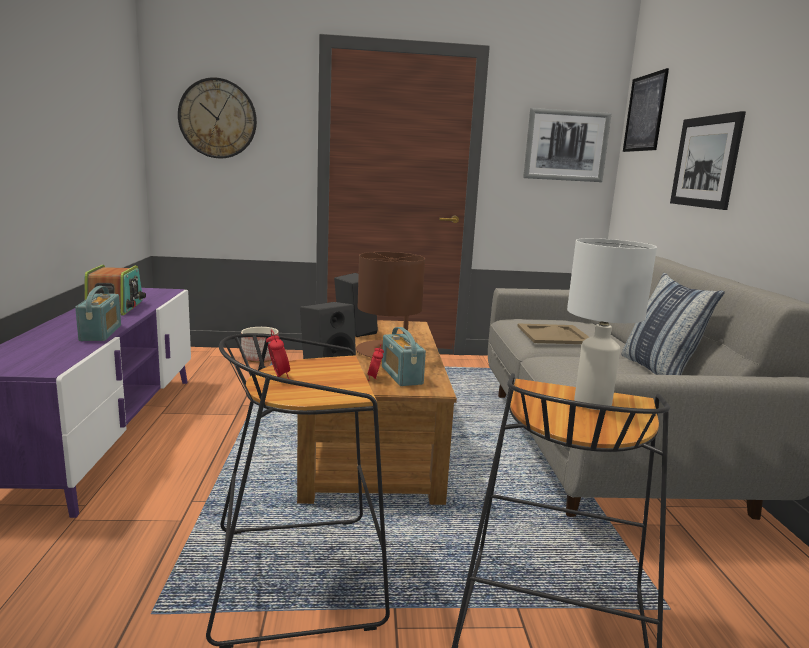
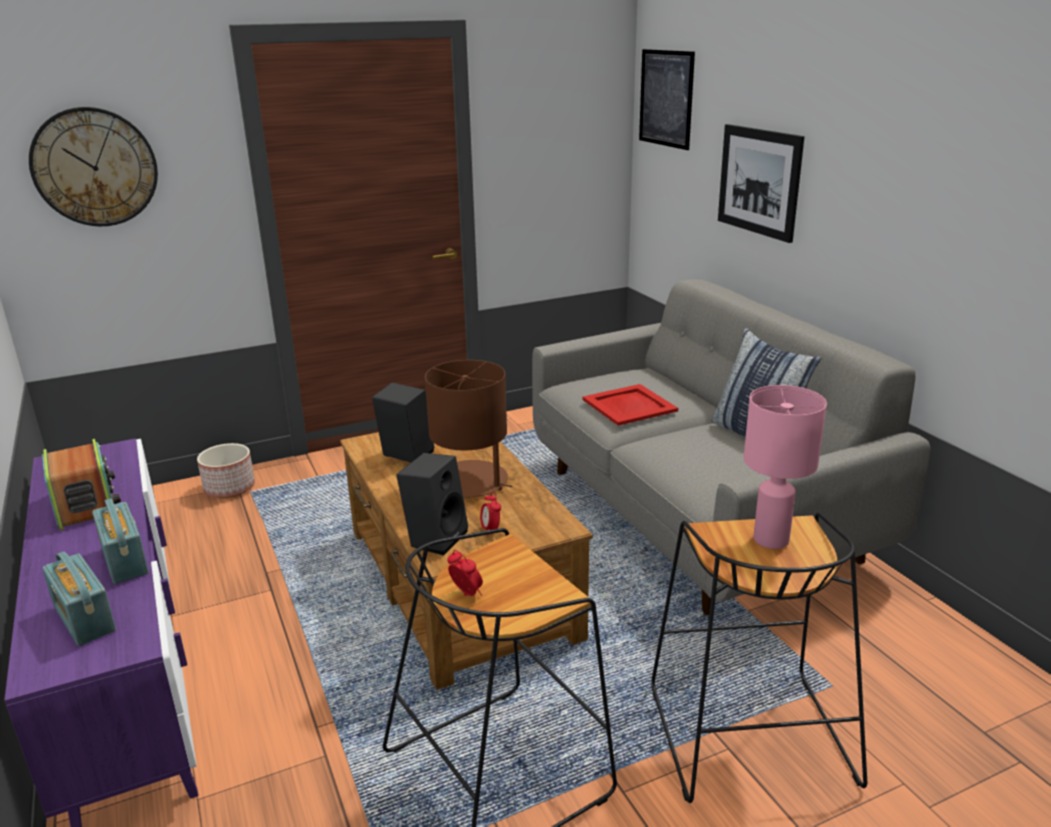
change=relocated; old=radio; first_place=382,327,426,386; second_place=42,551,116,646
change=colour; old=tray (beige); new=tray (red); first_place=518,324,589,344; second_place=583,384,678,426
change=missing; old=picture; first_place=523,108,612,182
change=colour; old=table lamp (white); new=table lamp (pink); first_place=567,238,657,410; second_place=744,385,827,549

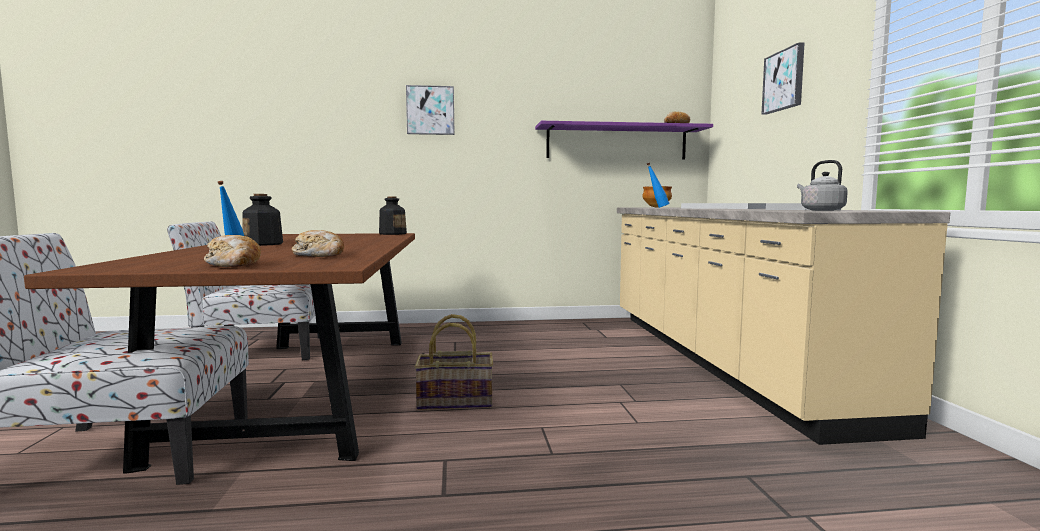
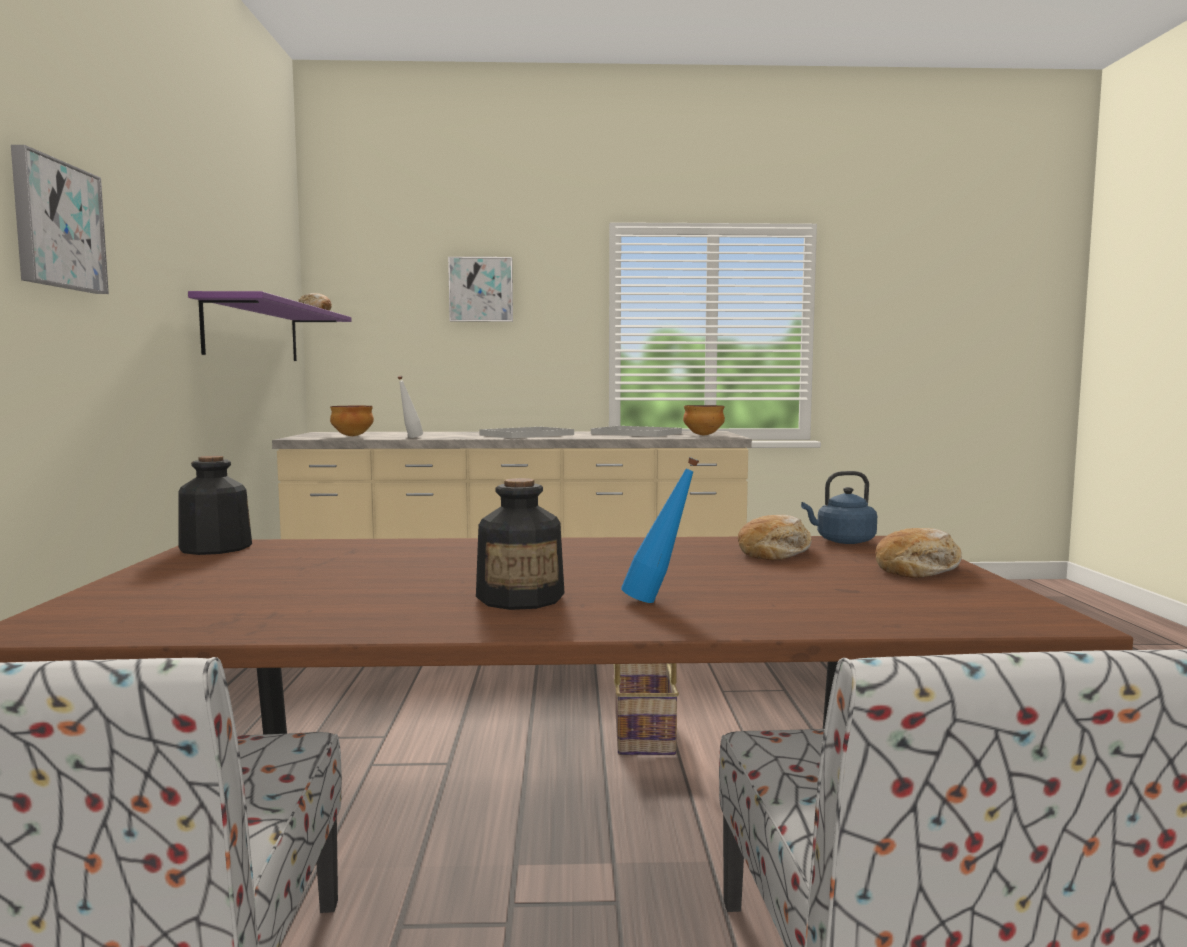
change=colour; old=bottle (blue); new=bottle (white); first_place=647,163,670,208; second_place=398,376,423,438
change=exchanged; old=kettle (grey); new=bowl; first_place=797,160,848,211; second_place=683,405,725,435
change=appeared; new=kettle (blue); second_place=801,471,877,544

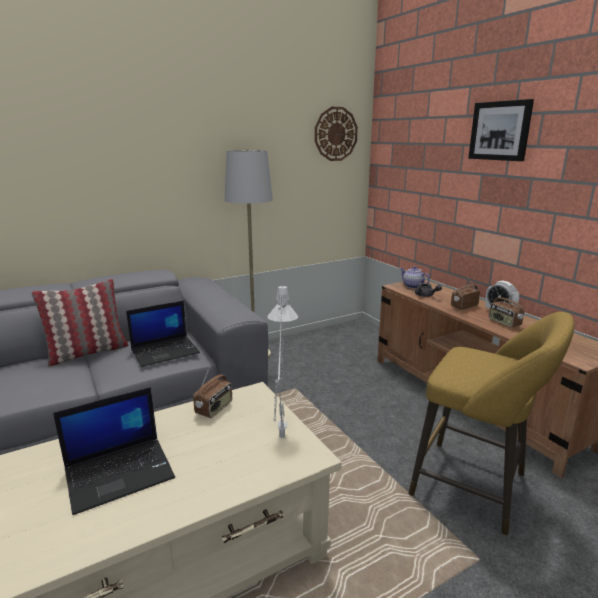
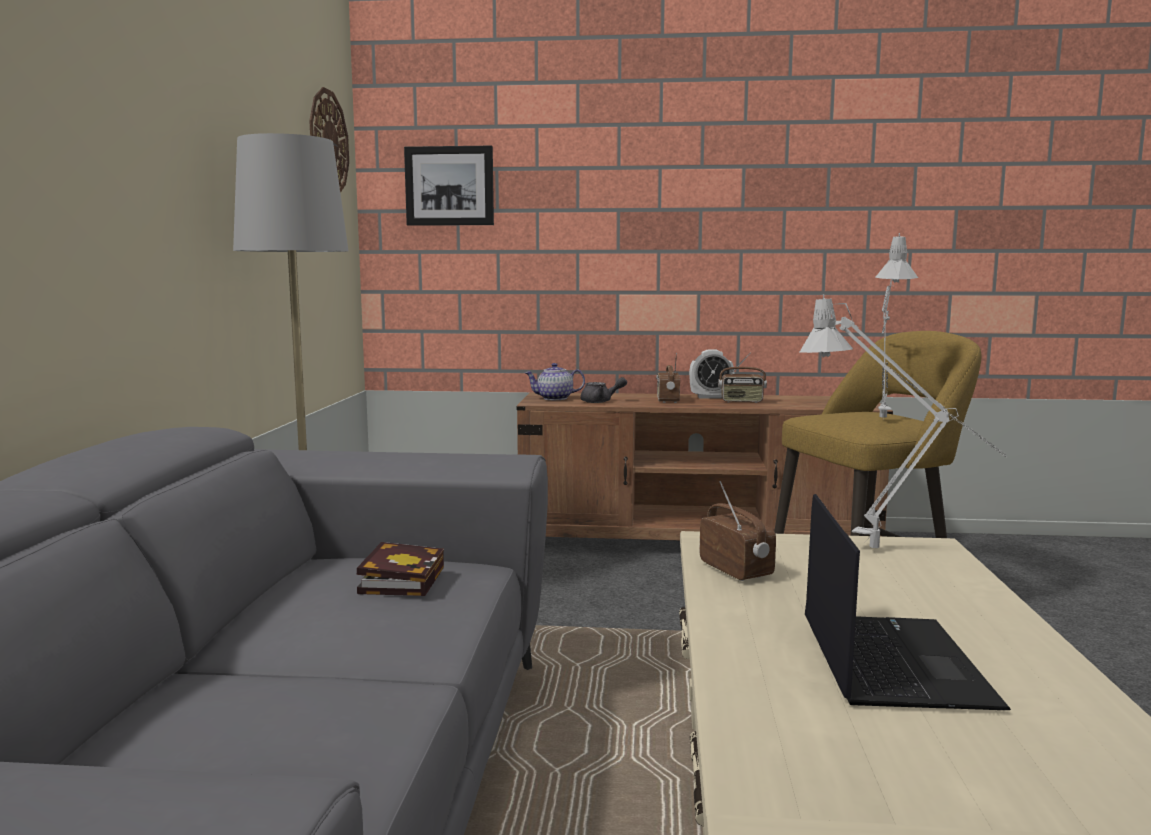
change=missing; old=pillow; first_place=31,279,129,367
change=exchanged; old=laptop; new=book; first_place=126,301,200,367; second_place=357,542,444,596
change=relocated; old=picture; first_place=468,99,534,161; second_place=404,146,494,226
change=appeared; new=table lamp (grey); second_place=875,233,918,418

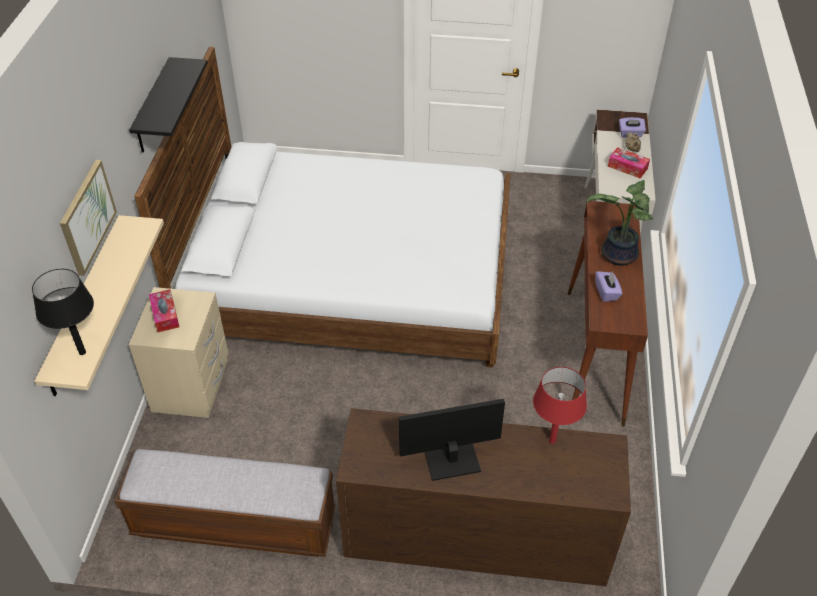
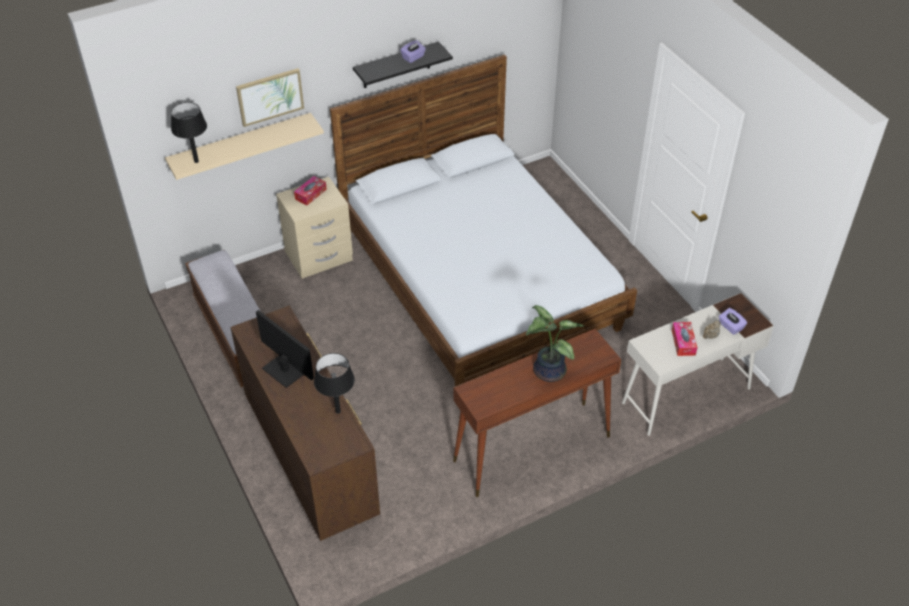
change=colour; old=table lamp (red); new=table lamp (black); first_place=533,367,587,444; second_place=314,353,355,414
change=relocated; old=tissue box (purple); first_place=595,271,622,302; second_place=400,41,426,63

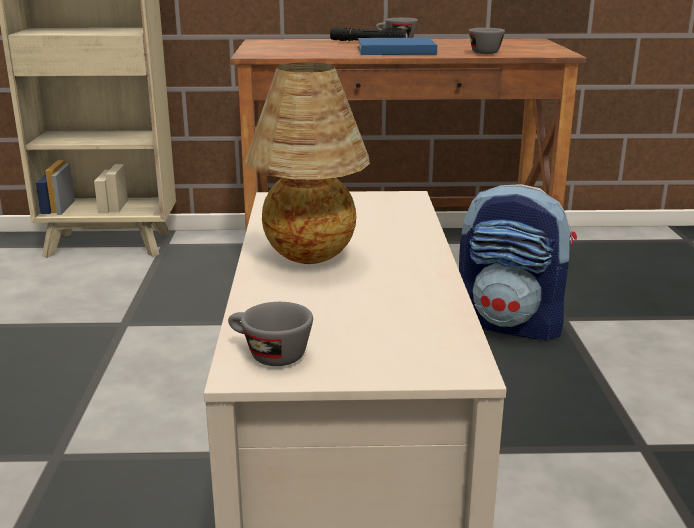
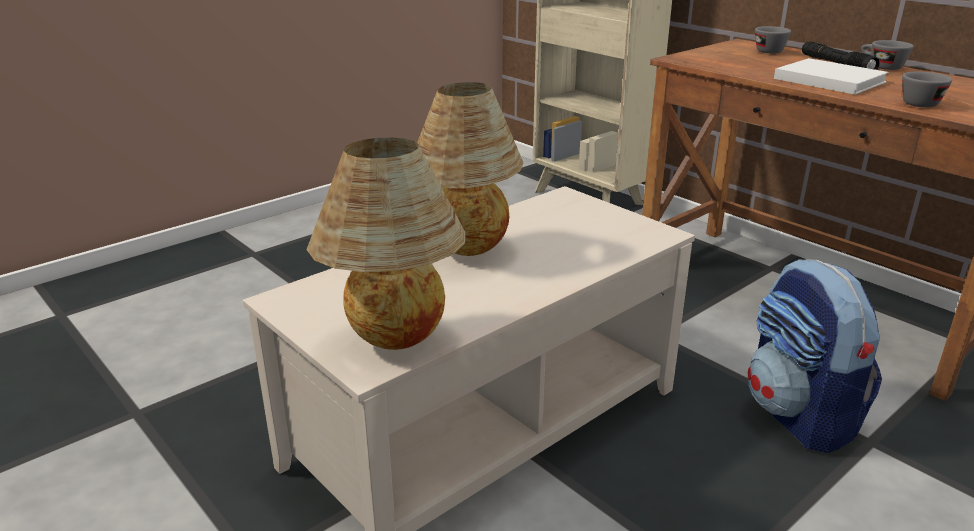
change=relocated; old=cup (grey); first_place=228,302,313,366; second_place=755,26,791,53
change=colour; old=book (blue); new=book (white); first_place=358,38,437,55; second_place=774,58,889,95
change=appeared; new=table lamp; second_place=306,137,465,350

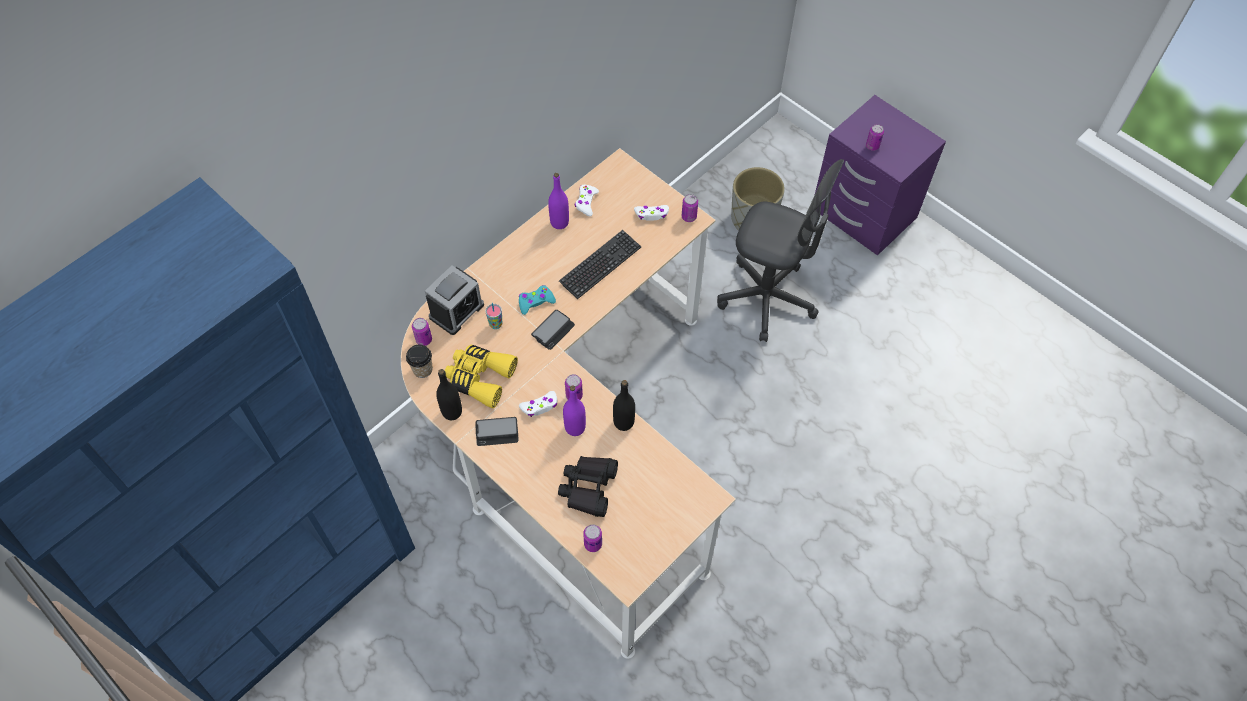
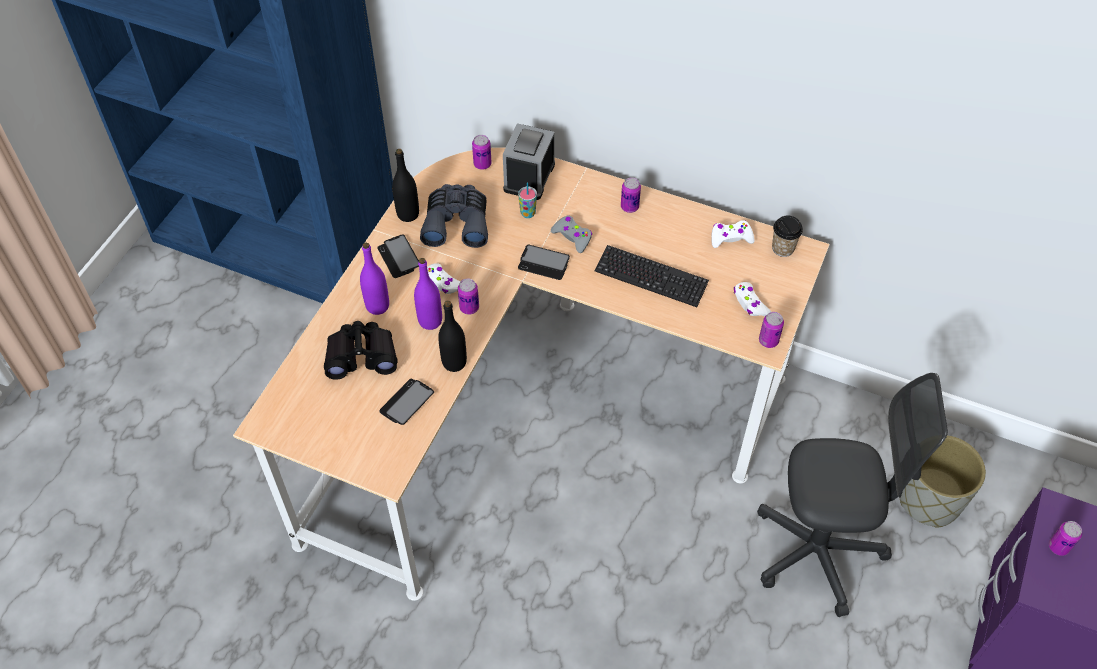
change=relocated; old=cup; first_place=406,345,433,378; second_place=772,216,803,257
change=spun; old=alarm clock; first_place=425,265,484,335; second_place=503,123,555,200; degrees=90
change=colour; old=binoculars (yellow); new=binoculars (grey); first_place=445,345,518,408; second_place=420,184,488,248
change=colour; old=game controller (turquoise); new=game controller (grey); first_place=519,285,556,315; second_place=551,215,592,253
change=relocated; old=bottle (purple); first_place=548,173,569,229; second_place=360,243,389,315
change=relocated; old=can; first_place=583,524,602,552; second_place=621,177,641,213
change=spun; old=office chair (grey); first_place=717,159,844,342; second_place=757,373,948,617; degrees=-90
change=appeared; new=phone; second_place=379,379,434,425

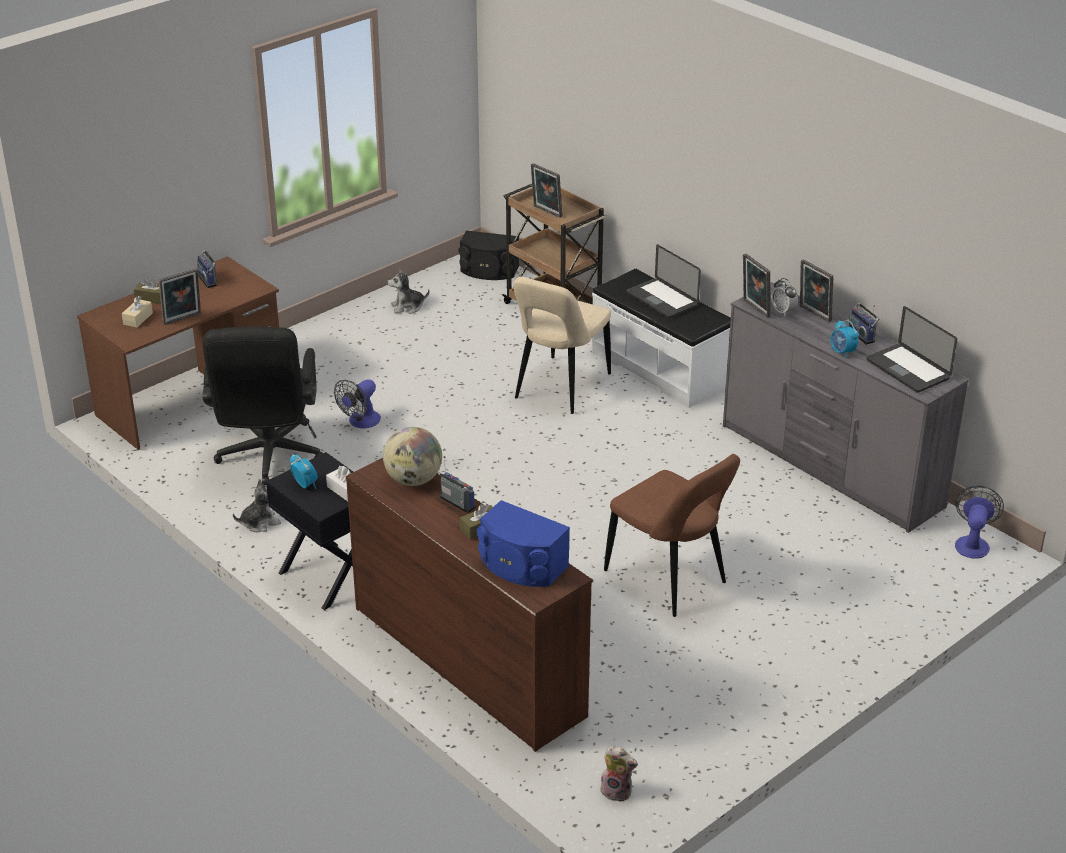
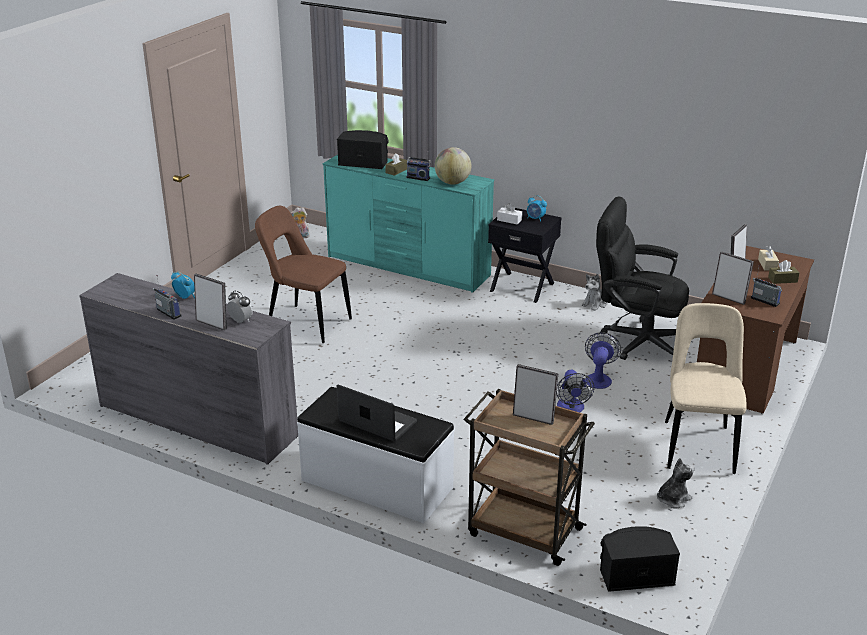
change=spun; old=office chair (black); first_place=202,326,323,485; second_place=596,197,689,360; degrees=-45
change=colour; old=dresser (brown); new=dresser (turquoise); first_place=346,458,593,751; second_place=323,155,494,293
change=colour; old=speaker (blue); new=speaker (black); first_place=477,500,570,587; second_place=337,130,388,169
change=relocated; old=chair (beige); first_place=513,277,611,414; second_place=665,303,747,474
change=relocated; old=picture frame; first_place=743,253,771,318; second_place=712,251,754,305
change=missing; old=laptop; first_place=867,306,957,393
change=relocated; old=fan; first_place=955,486,1004,559; second_place=557,370,594,412

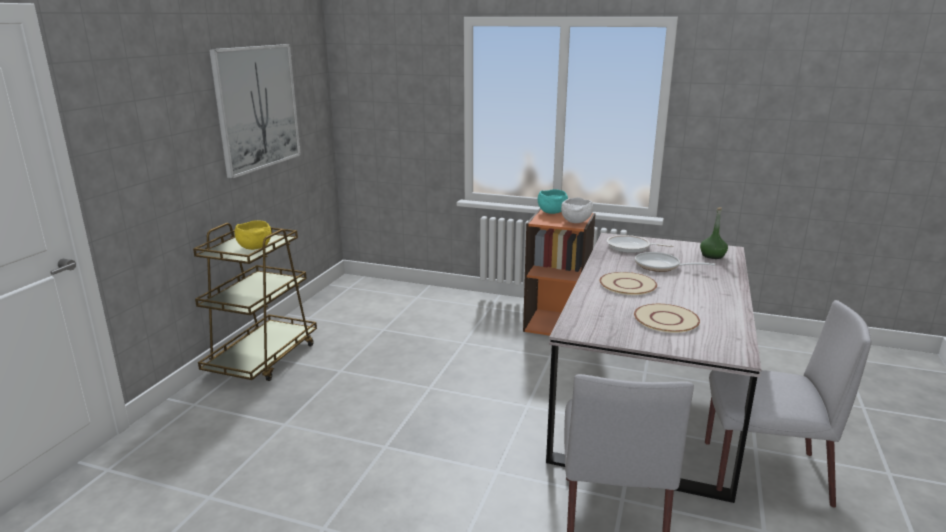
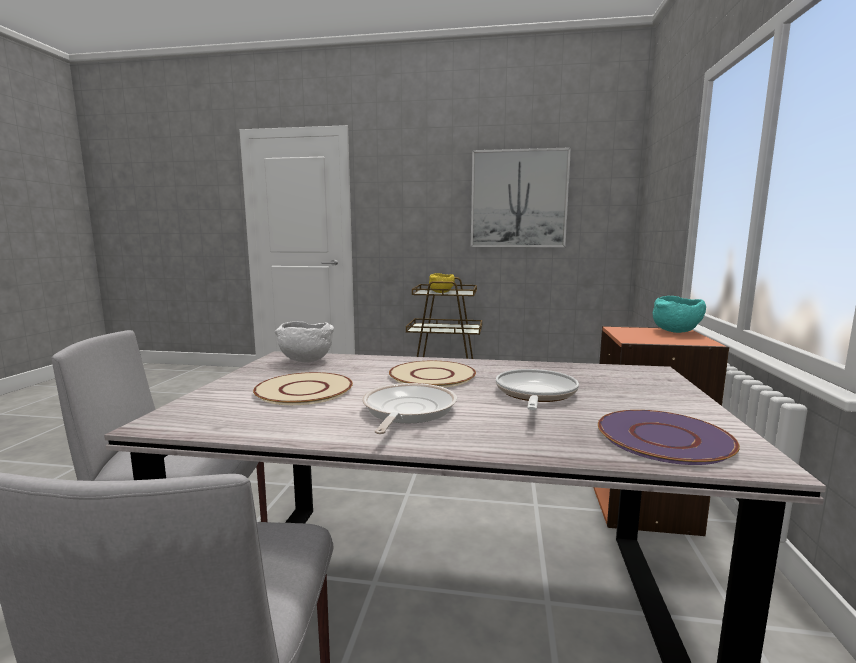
change=relocated; old=bowl (white); first_place=561,197,593,223; second_place=275,321,334,363
change=relocated; old=frying pan; first_place=607,235,673,253; second_place=362,383,457,434
change=exchanged; old=bottle (green); new=plate (purple); first_place=700,207,728,259; second_place=598,410,740,465

